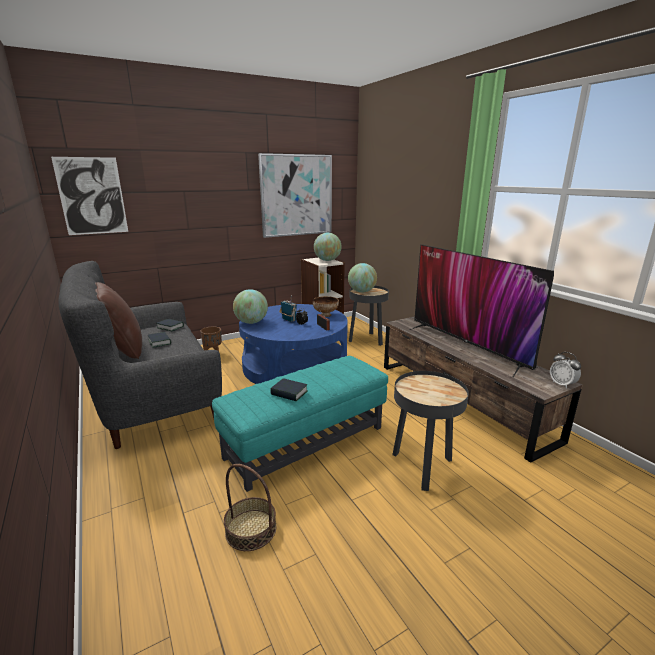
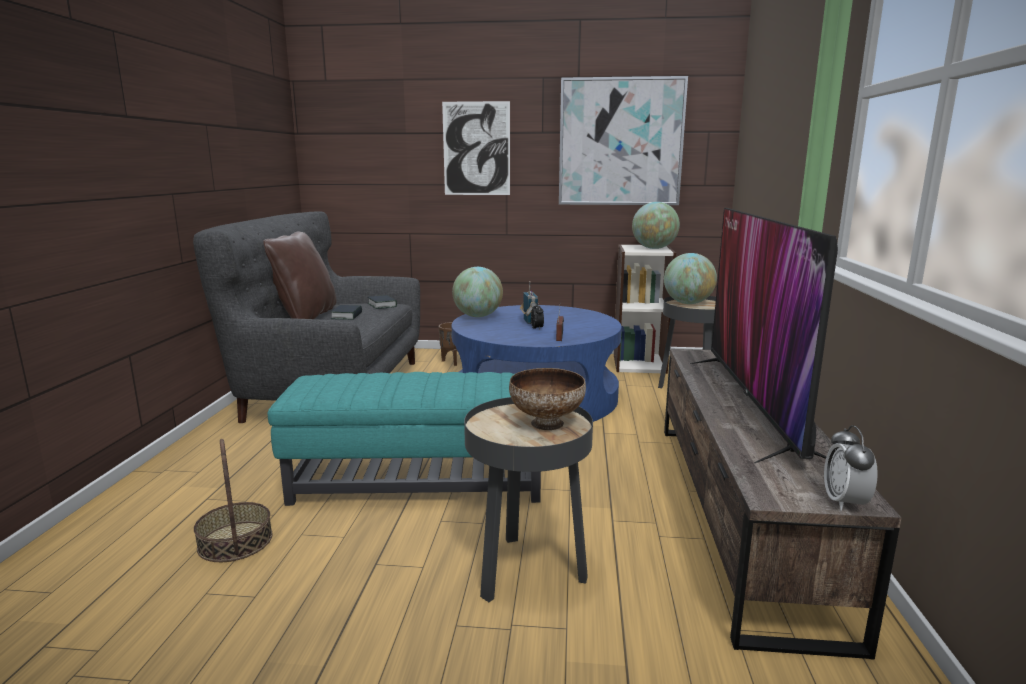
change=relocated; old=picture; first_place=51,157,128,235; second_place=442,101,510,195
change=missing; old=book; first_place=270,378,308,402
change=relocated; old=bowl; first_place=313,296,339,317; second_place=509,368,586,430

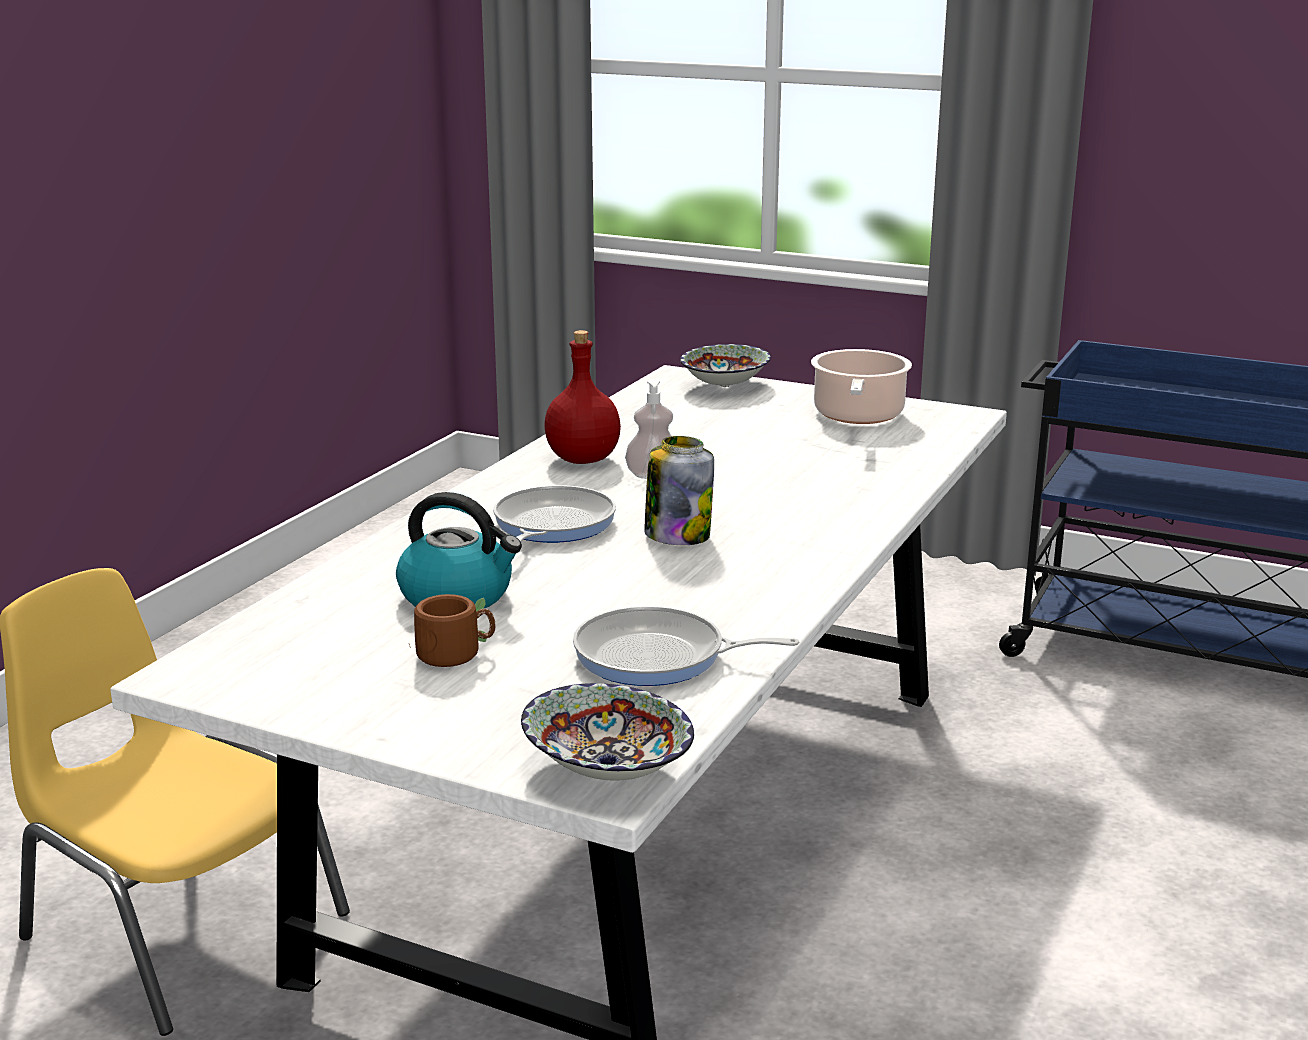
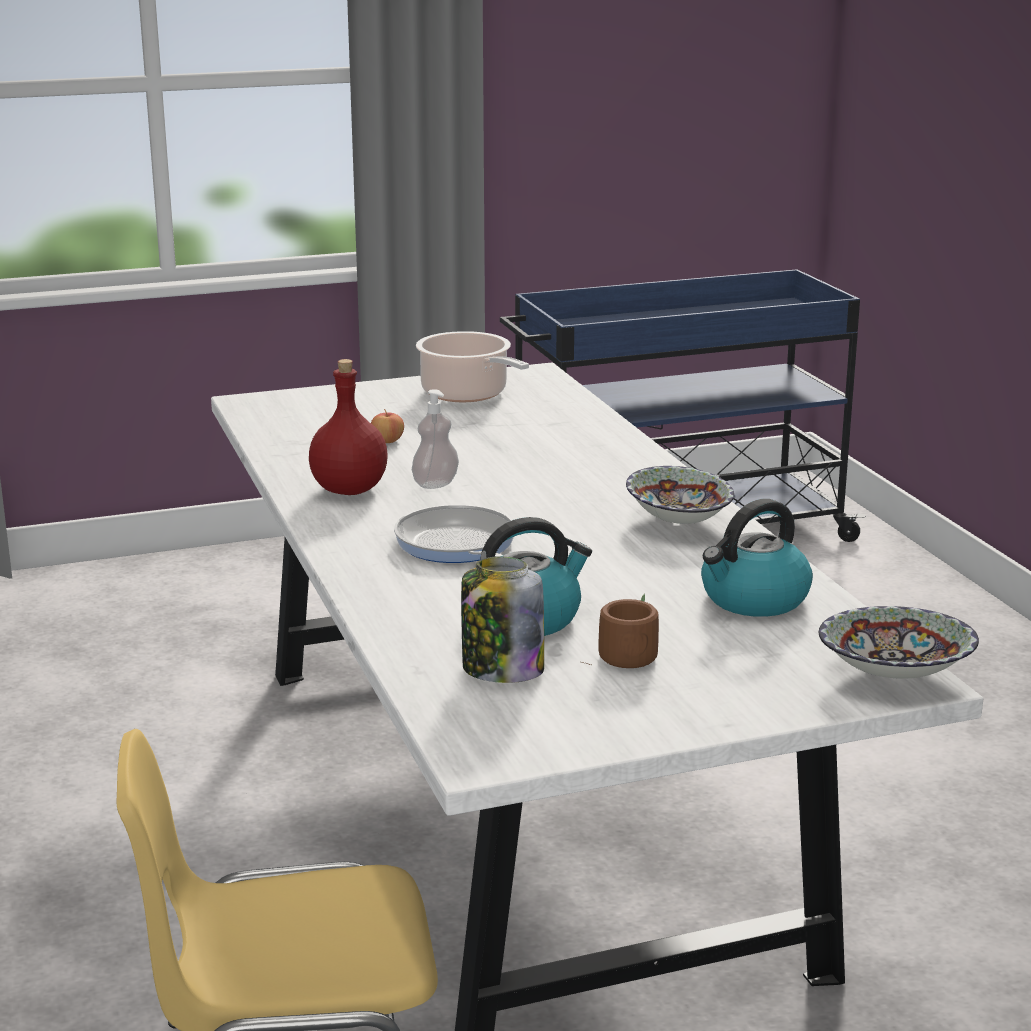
change=exchanged; old=frying pan; new=kettle; first_place=573,606,800,686; second_place=701,499,813,617
change=relocated; old=jar; first_place=644,436,714,545; second_place=461,557,544,683
change=relocated; old=bowl; first_place=680,344,771,387; second_place=626,466,734,524
change=appeared; new=apple; second_place=371,409,404,443

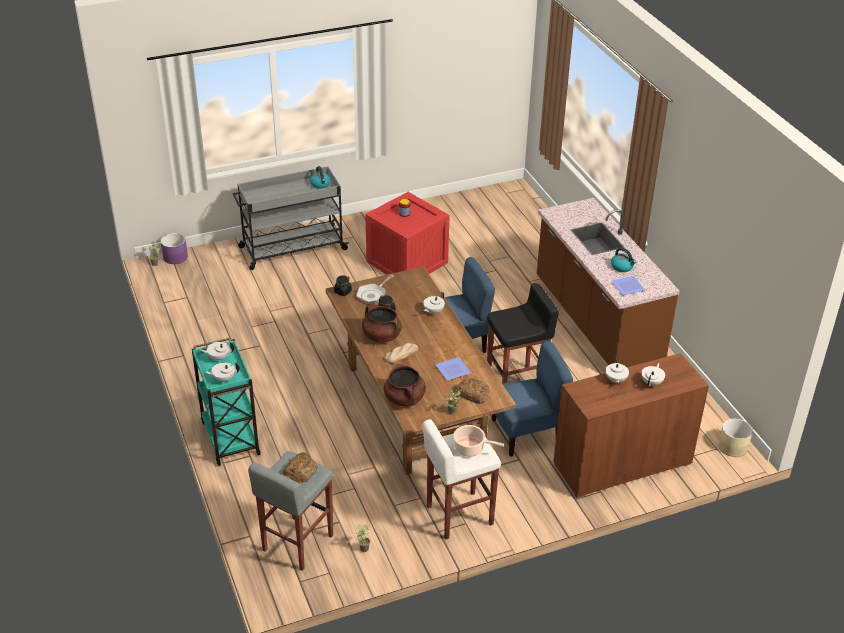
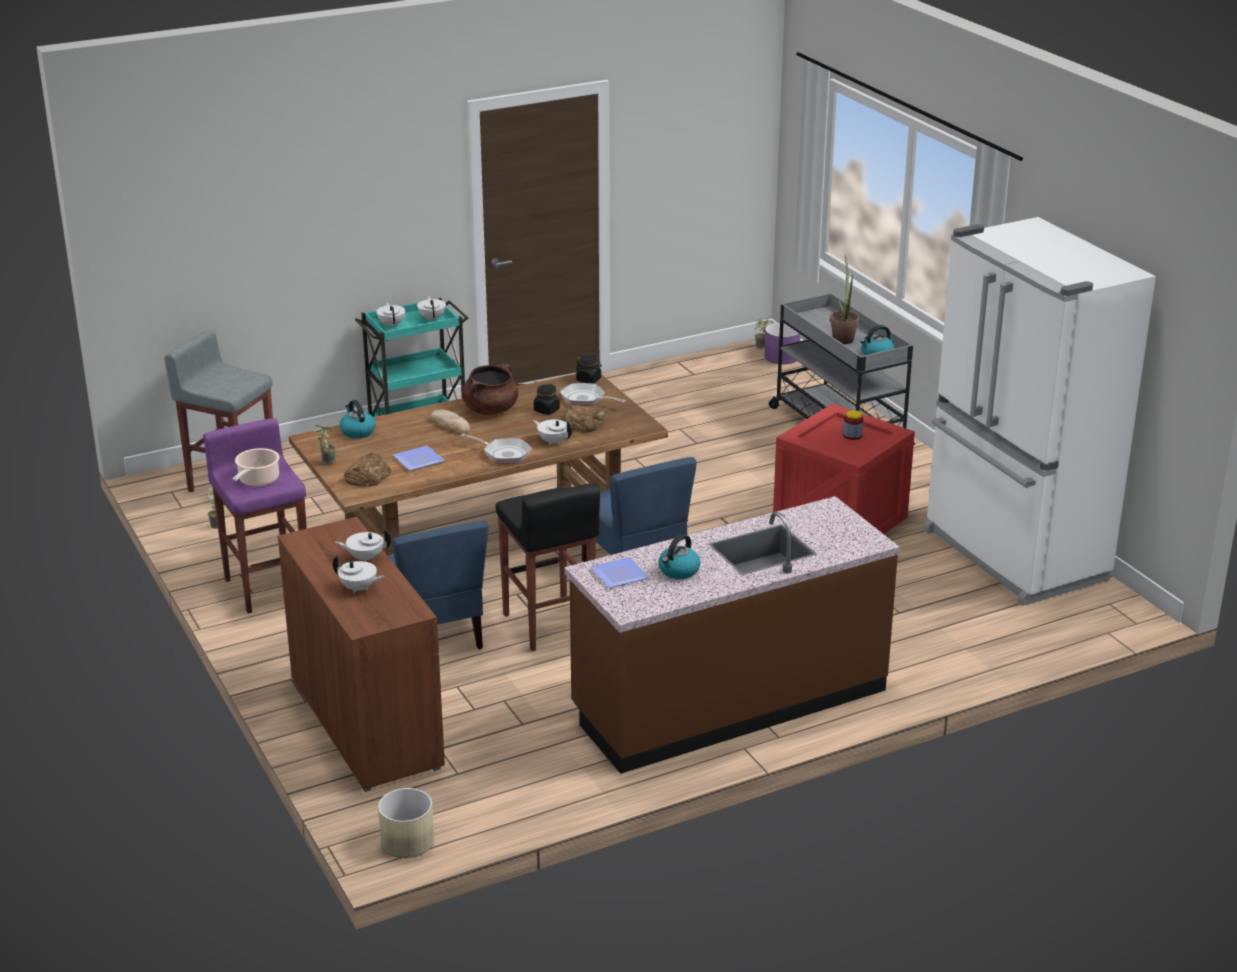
change=relocated; old=bread; first_place=283,452,318,483; second_place=561,405,605,432
change=exchanged; old=cooking pot (brown); new=kettle; first_place=384,364,426,407; second_place=340,400,376,438
change=colour; old=stool (white); new=stool (purple); first_place=423,419,501,540; second_place=203,418,307,614
change=appeared; new=frying pan; second_place=460,433,532,464
change=appeared; new=potted plant; second_place=830,255,860,344
change=appeared; new=fridge (white); second_place=924,217,1156,606

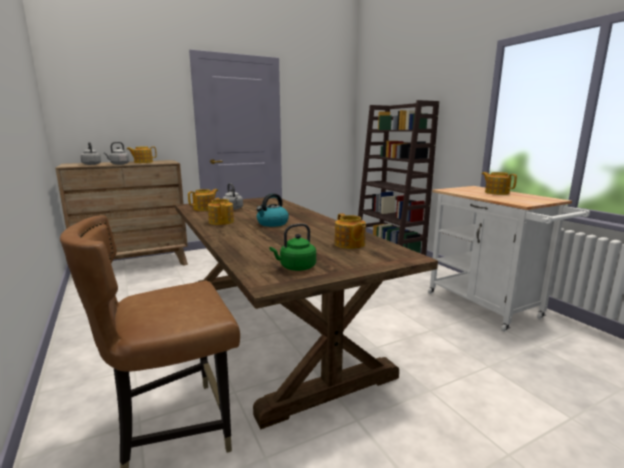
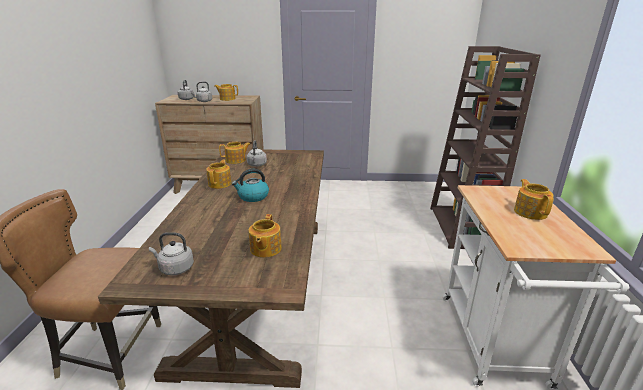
change=colour; old=kettle (green); new=kettle (grey); first_place=269,223,316,271; second_place=149,232,194,276

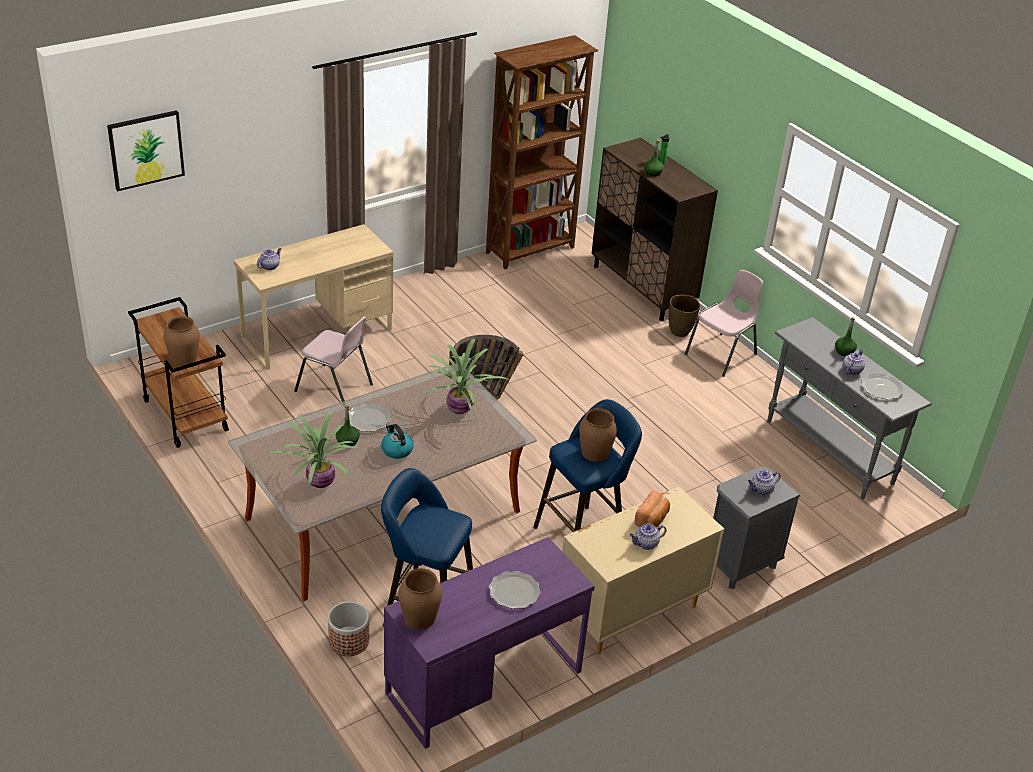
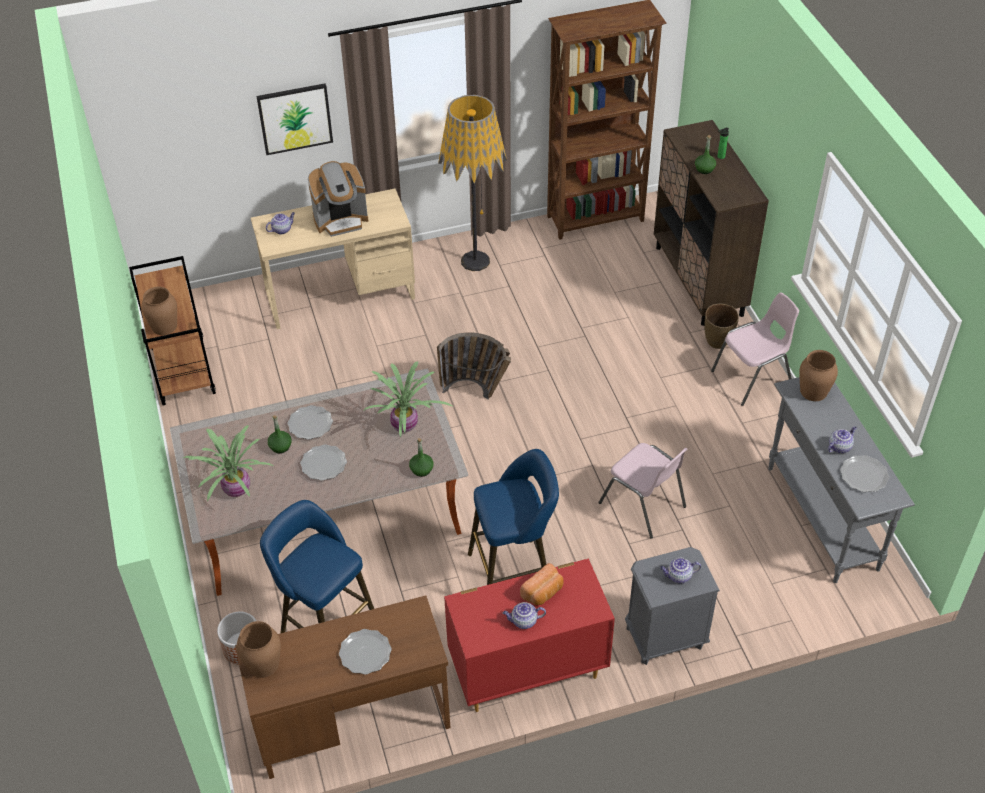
change=relocated; old=picture; first_place=107,110,185,191; second_place=256,83,333,155
change=relocated; old=chair (pink); first_place=294,316,373,402; second_place=598,443,688,539
change=exchanged; old=kettle; new=plate; first_place=381,424,414,459; second_place=300,444,347,481
change=colour; old=desk (purple); new=desk (brown); first_place=384,537,595,749; second_place=235,596,450,779
change=colour; old=dresser (beige); new=dresser (red); first_place=562,487,724,654; second_place=444,558,615,712
change=relocated; old=vase (brown); first_place=579,408,617,462; second_place=799,350,838,401
change=relocated; old=bottle (green); first_place=835,317,857,356; second_place=409,438,434,477
change=appeared; new=coffee machine; second_place=308,161,368,237
change=appeared; new=floor lamp; second_place=438,95,507,271

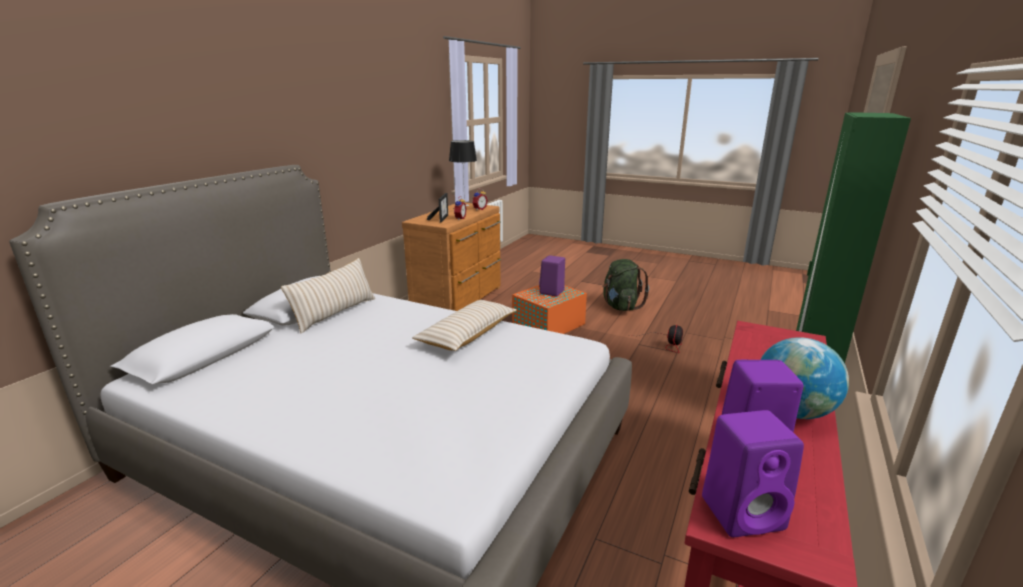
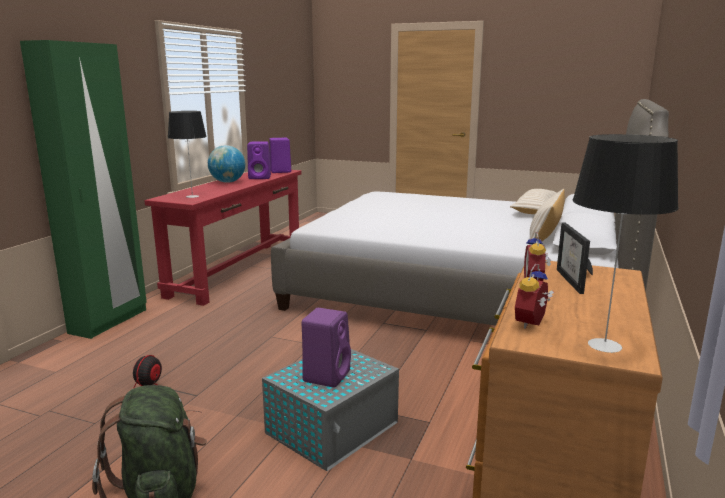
change=relocated; old=pillow (beige); first_place=412,300,517,351; second_place=510,189,557,214
change=colour; old=storage box (orange); new=storage box (grey); first_place=512,285,587,334; second_place=262,349,399,471
change=appeared; new=table lamp; second_place=168,111,207,198

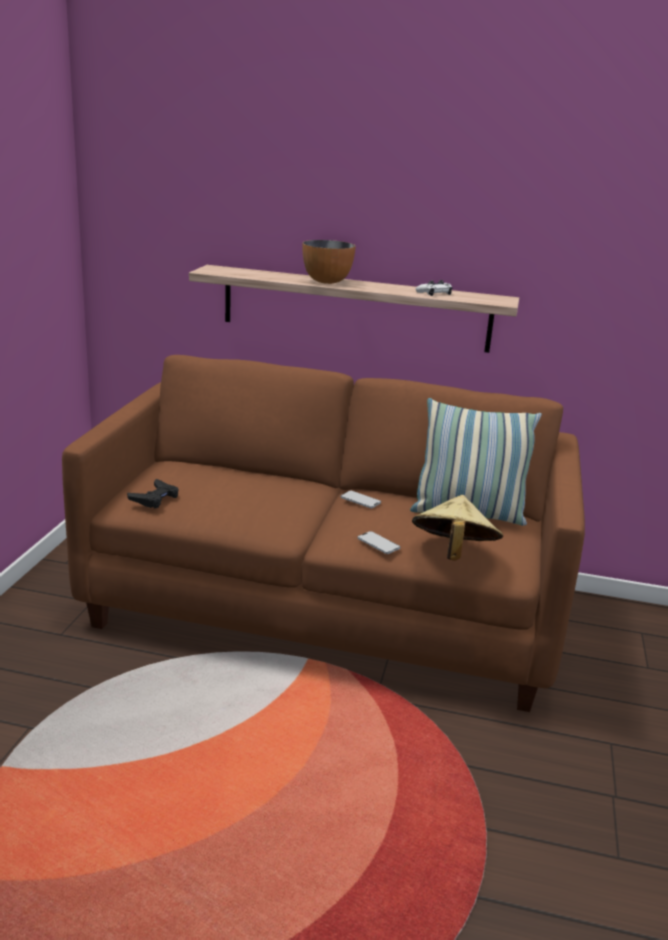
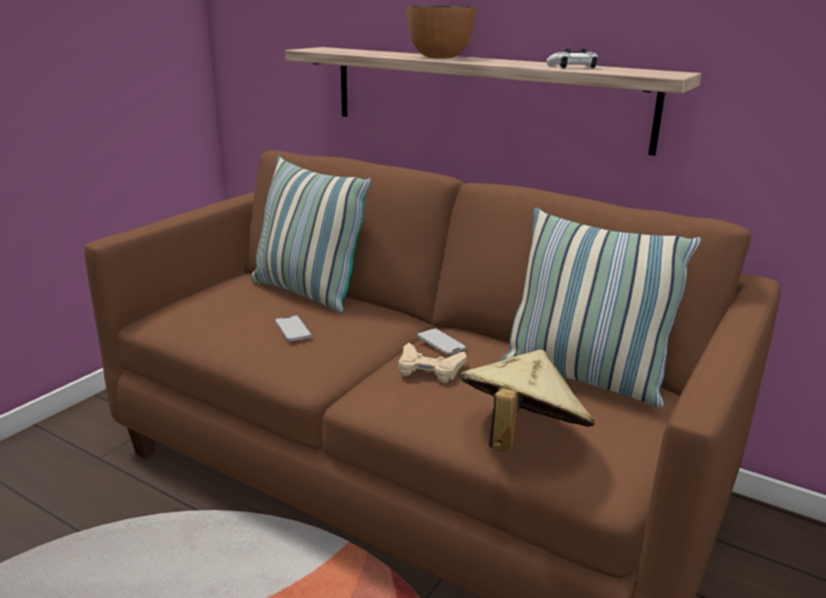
change=missing; old=game controller (black); first_place=127,479,179,508
change=relocated; old=phone; first_place=357,531,400,554; second_place=275,316,312,341
change=appeared; new=pillow; second_place=251,156,371,313
change=appeared; new=game controller (beige); second_place=398,343,467,383

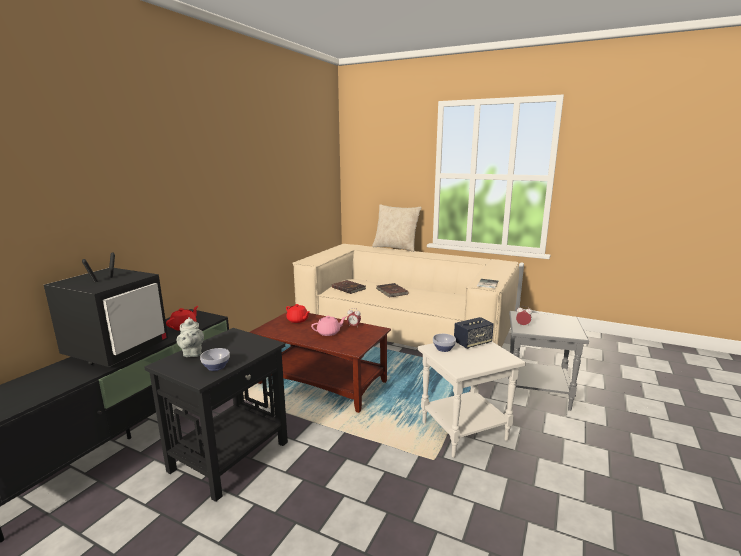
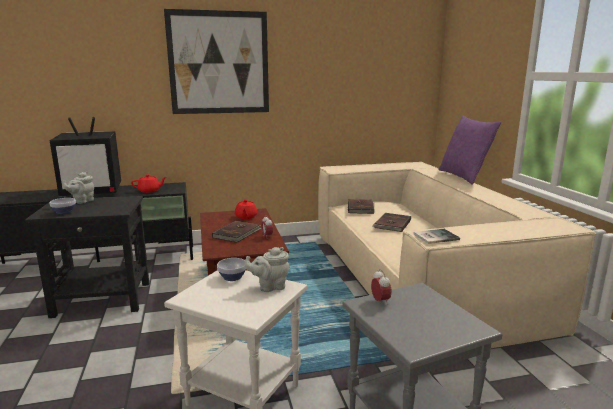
change=exchanged; old=teapot (pink); new=book (brown); first_place=311,316,347,336; second_place=212,221,262,243
change=colour; old=pillow (beige); new=pillow (purple); first_place=372,204,422,252; second_place=438,116,501,185
change=exchanged; old=speaker; new=teapot (grey); first_place=454,317,494,349; second_place=244,247,290,292
change=appeared; new=picture; second_place=164,9,269,114

